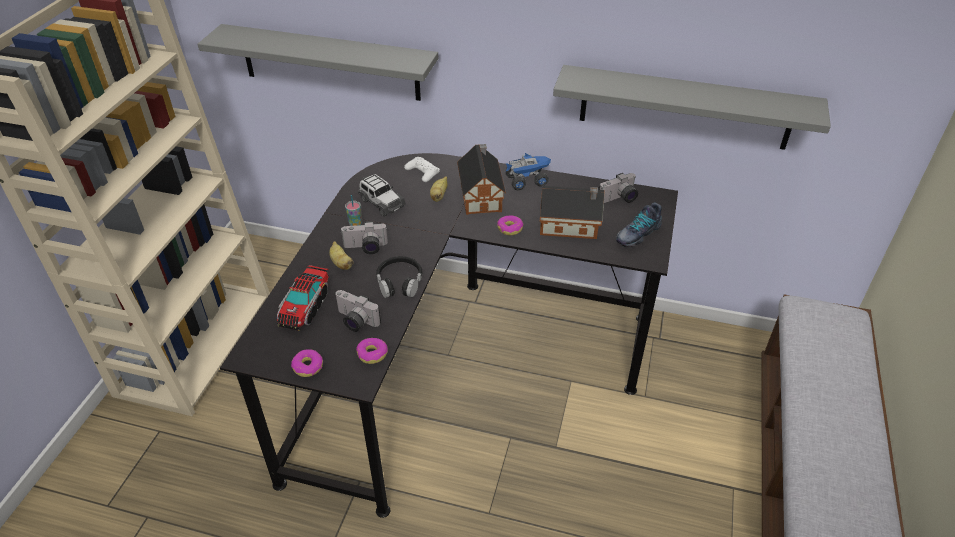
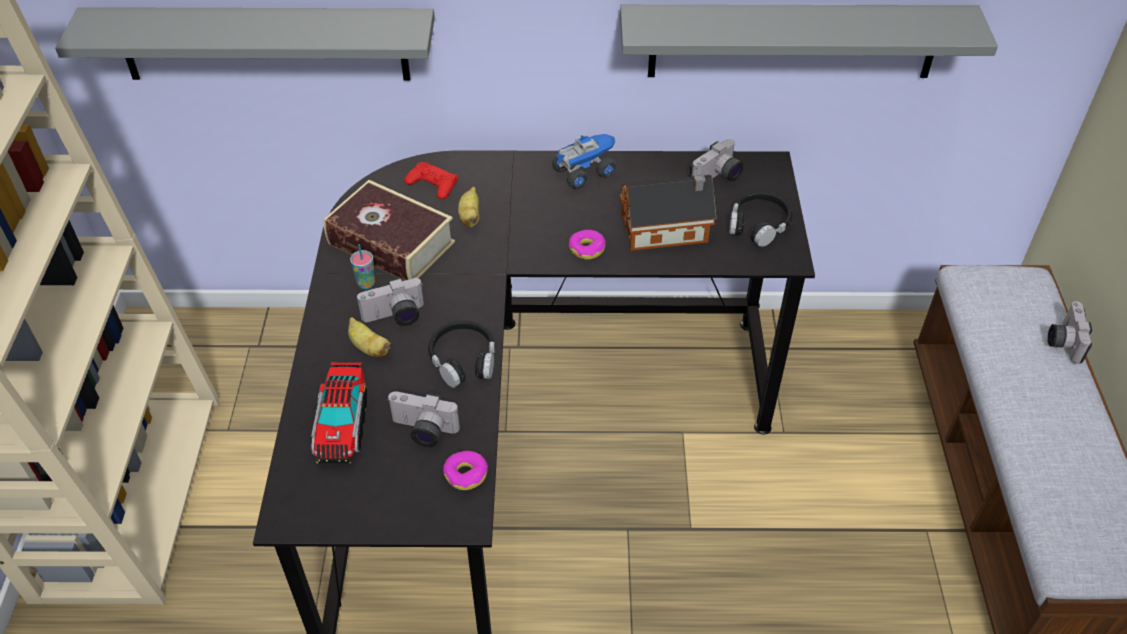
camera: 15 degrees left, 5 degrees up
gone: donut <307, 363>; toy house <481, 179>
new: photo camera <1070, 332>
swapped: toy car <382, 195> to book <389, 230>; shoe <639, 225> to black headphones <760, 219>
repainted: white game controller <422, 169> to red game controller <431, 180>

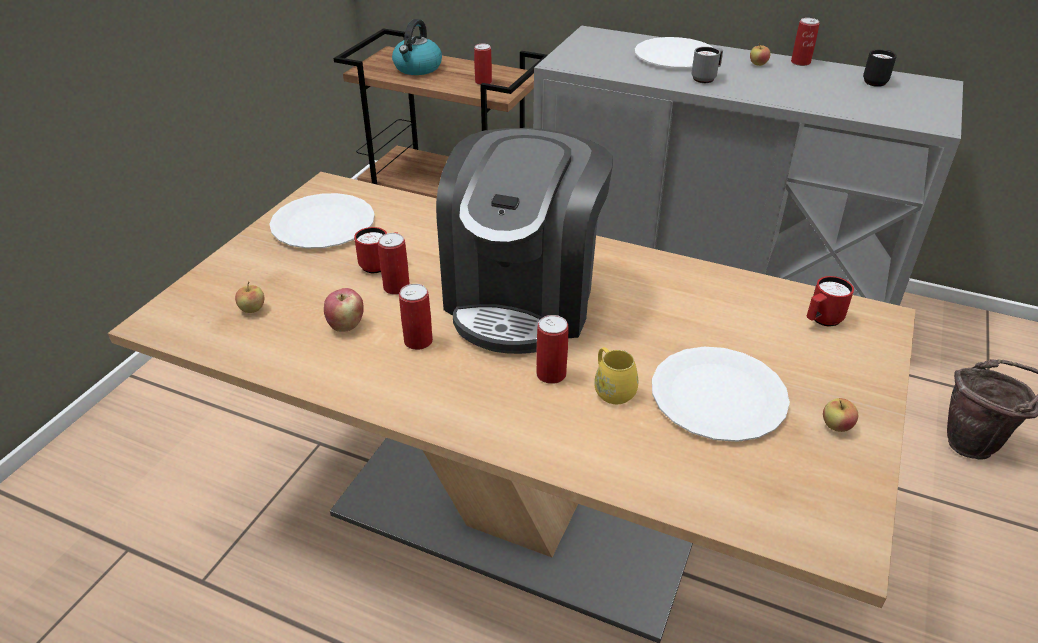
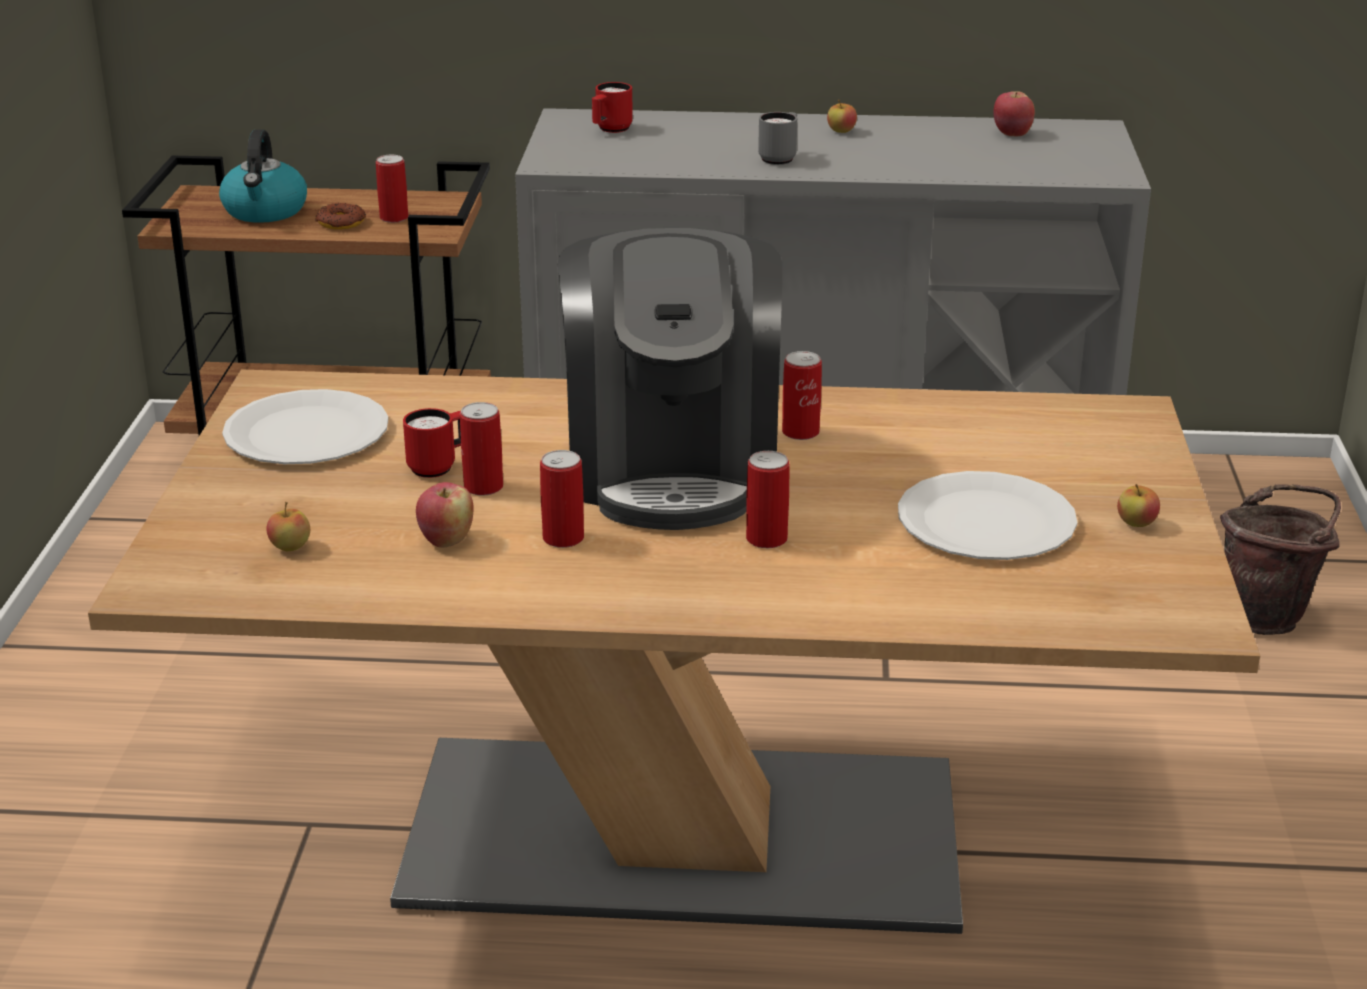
camera: 20 degrees left, 10 degrees down
gone: yellow mug <616, 375>; white plate <673, 52>
new: donut <340, 216>
shifted: red mug <830, 301> to <612, 107>; can <805, 42> to <802, 395>
swapped: black mug <880, 68> to apple <1014, 113>

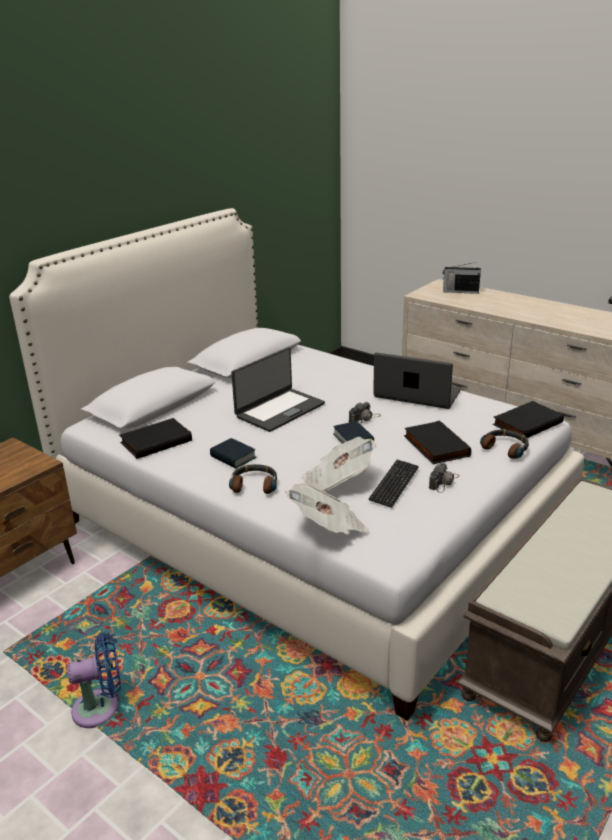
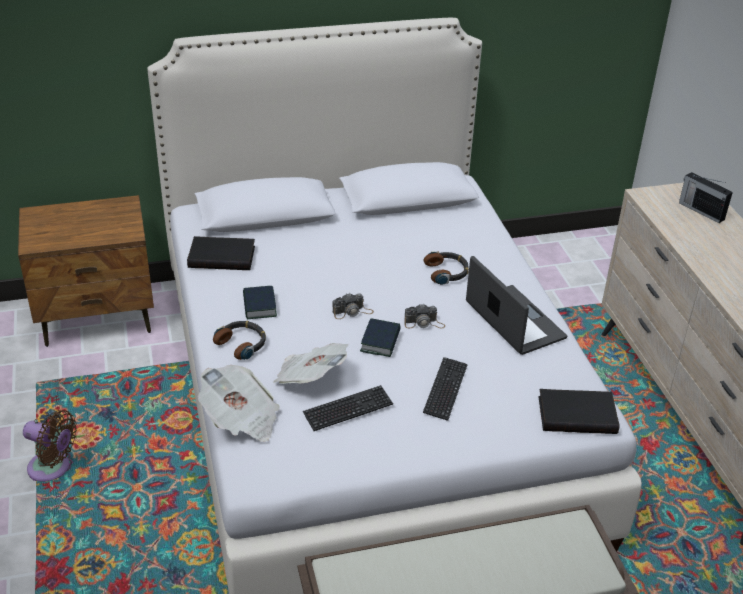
camera: 35 degrees right, 10 degrees up
gone: laptop <278, 389>
shifted: photo camera <444, 477> to <353, 306>; headphones <504, 444> to <446, 268>
swapped: black book <437, 442> to keyboard <445, 389>
repainted: blue fan <94, 680> to brown fan <50, 445>

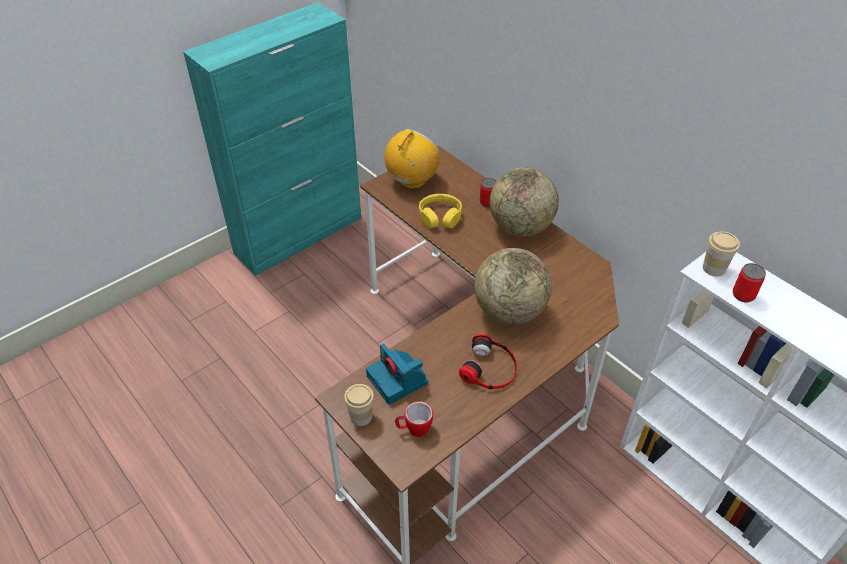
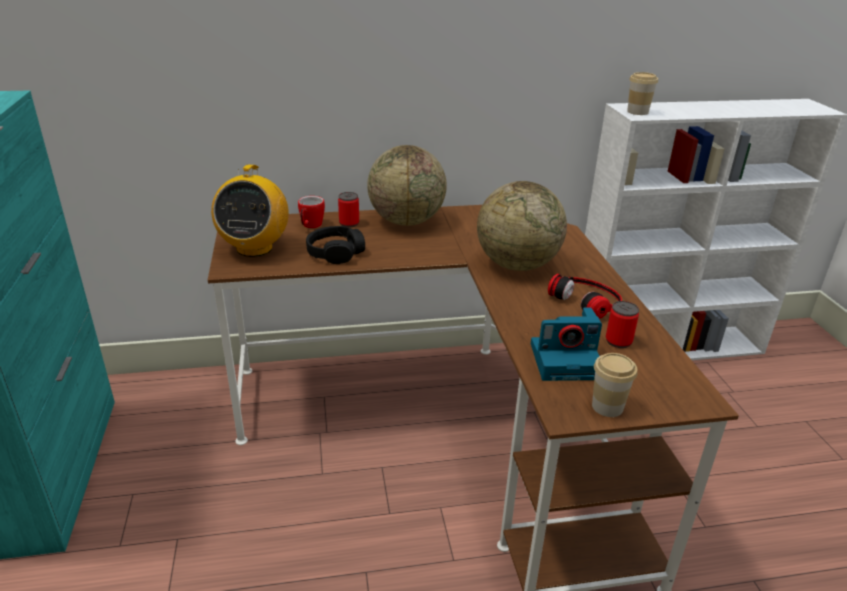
camera: 60 degrees left, 15 degrees down
shifted: mug <414, 419> to <311, 212>; can <749, 282> to <622, 324>
repainted: yellow headphones <440, 211> to black headphones <335, 245>
rotated: radio <412, 159> = <250, 211> 150 degrees counterclockwise

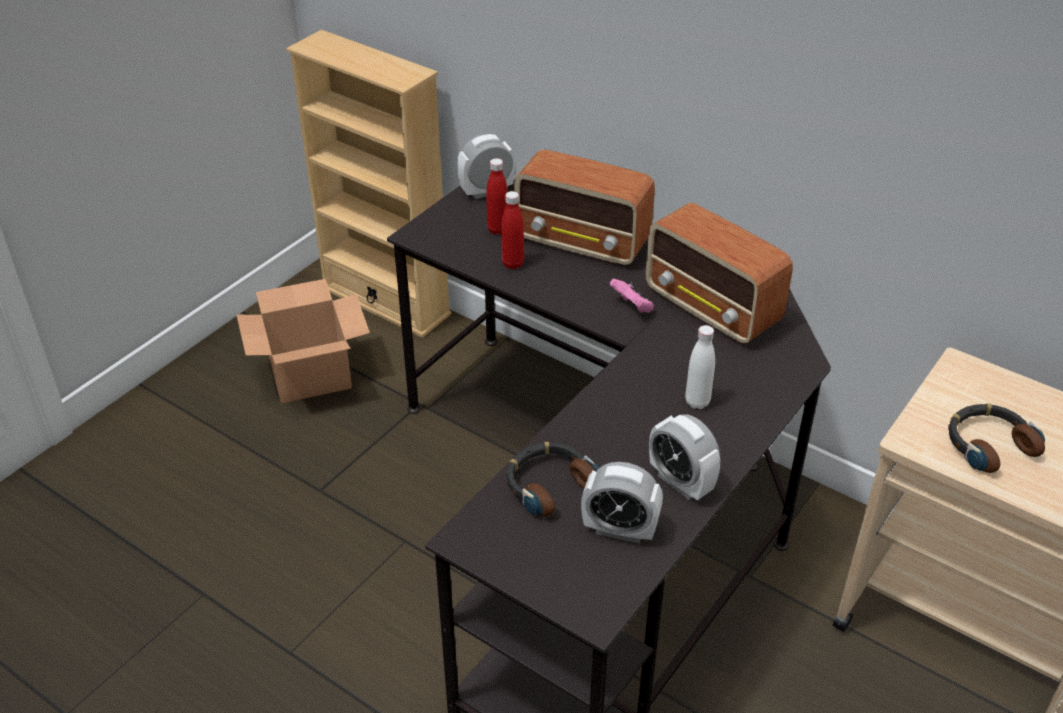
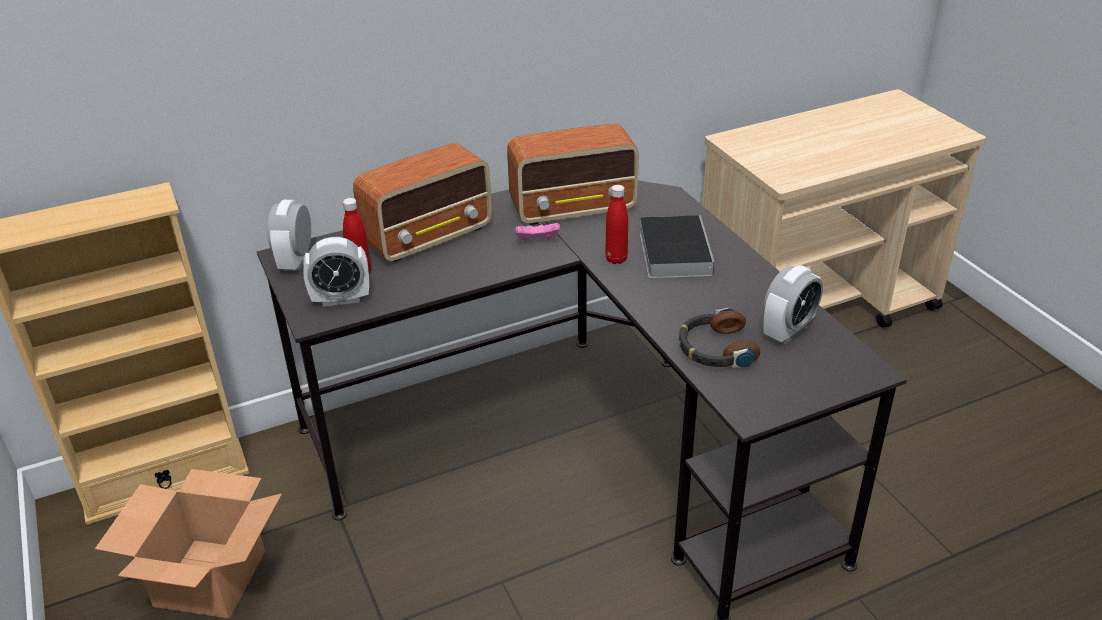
camera: 60 degrees left, 5 degrees down
gone: headphones <996, 438>
shifted: alarm clock <684, 457> to <336, 272>; red bottle <512, 230> to <616, 224>
swapped: white bottle <700, 367> to book <677, 246>

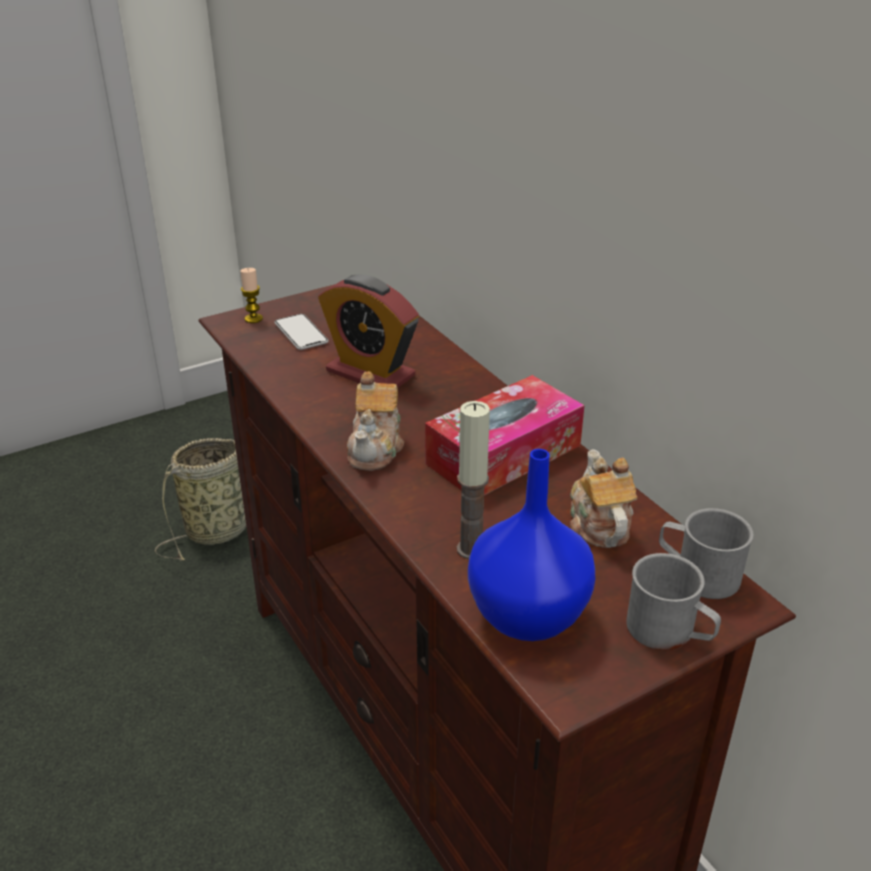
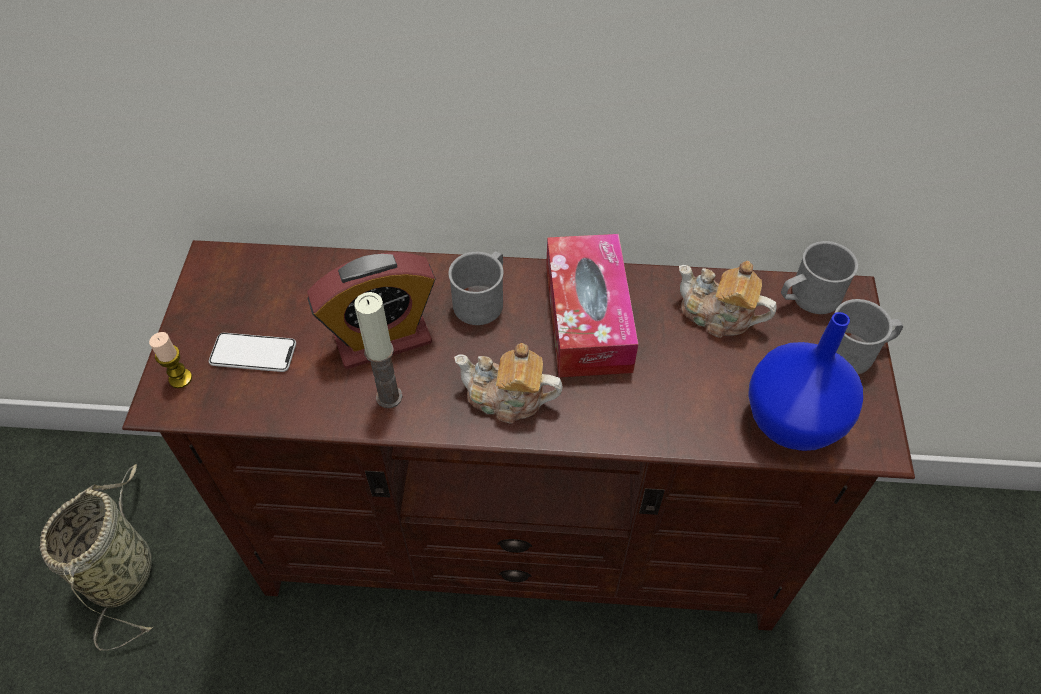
camera: 55 degrees left, 20 degrees up
new: grey mug <476, 288>
shifted: candle <473, 480> to <378, 350>
rotated: teapot <375, 421> = <508, 383> 150 degrees clockwise

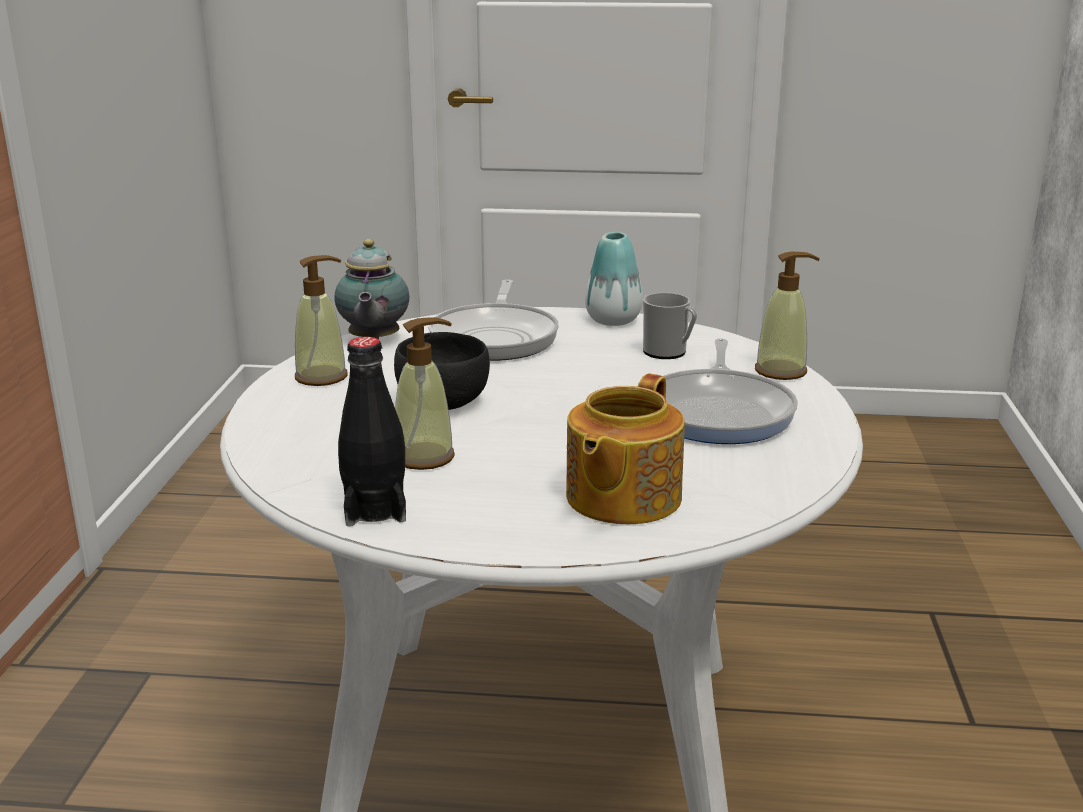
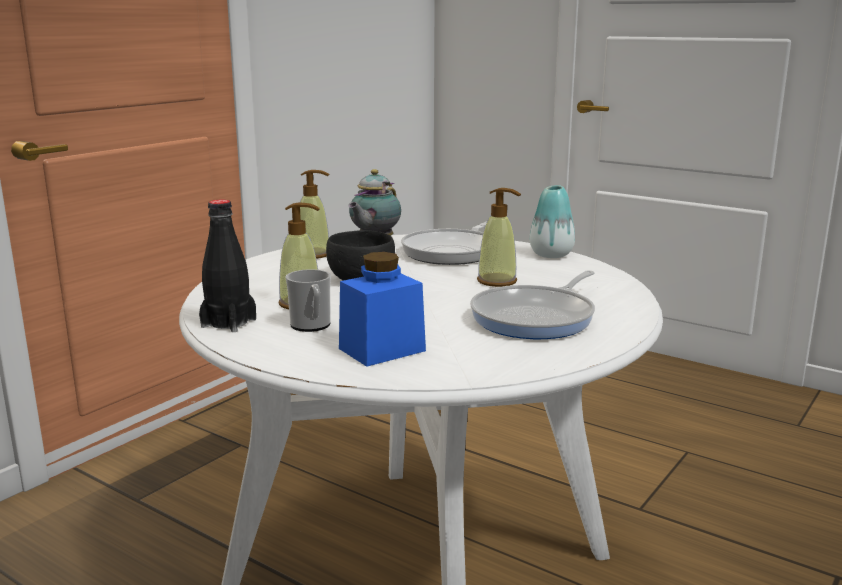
camera: 30 degrees right, 5 degrees down
shifted: mug <670, 326> to <308, 300>; soap dispenser <787, 316> to <499, 237>
swapped: teapot <625, 448> to blue jar <382, 309>

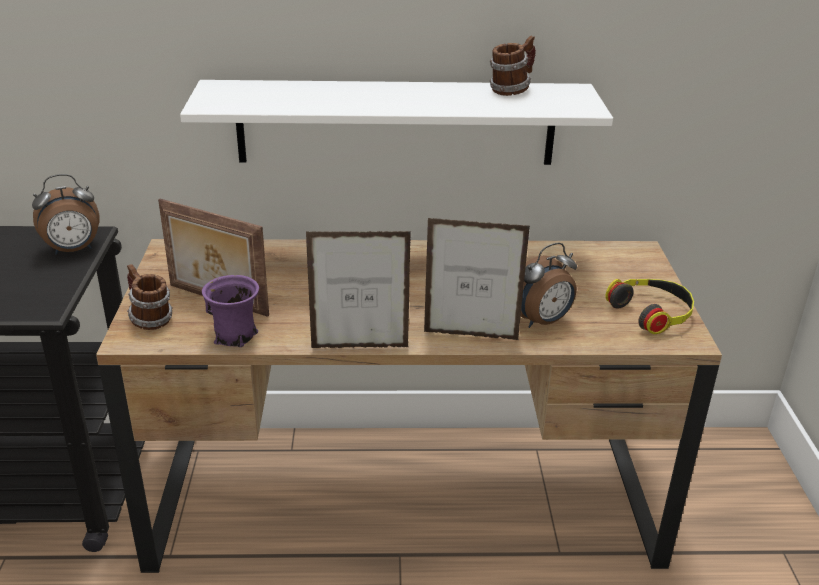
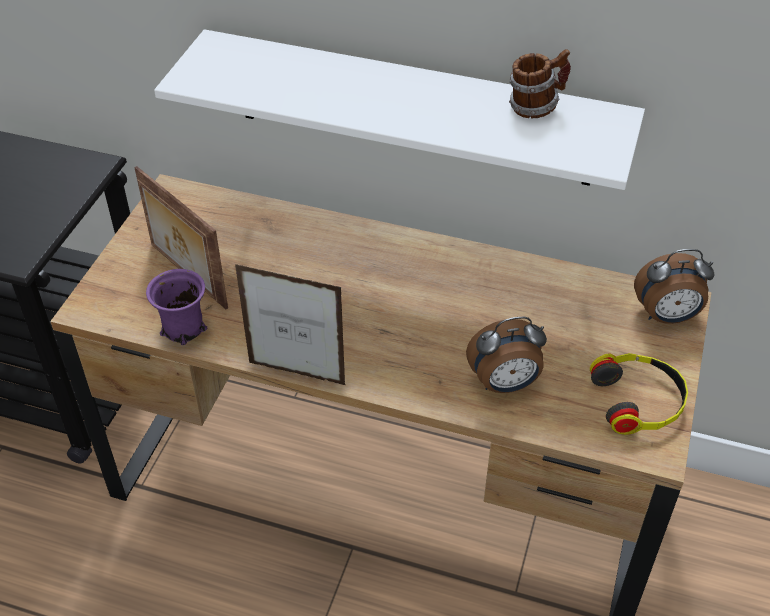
camera: 20 degrees right, 15 degrees up
gone: mug <150, 297>; picture frame <477, 279>
shifted: alarm clock <66, 214> to <674, 286>

